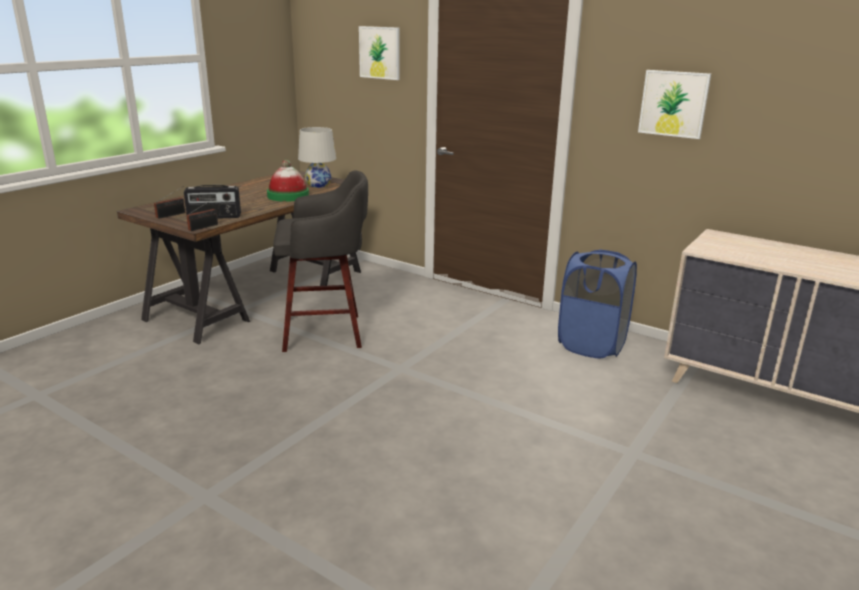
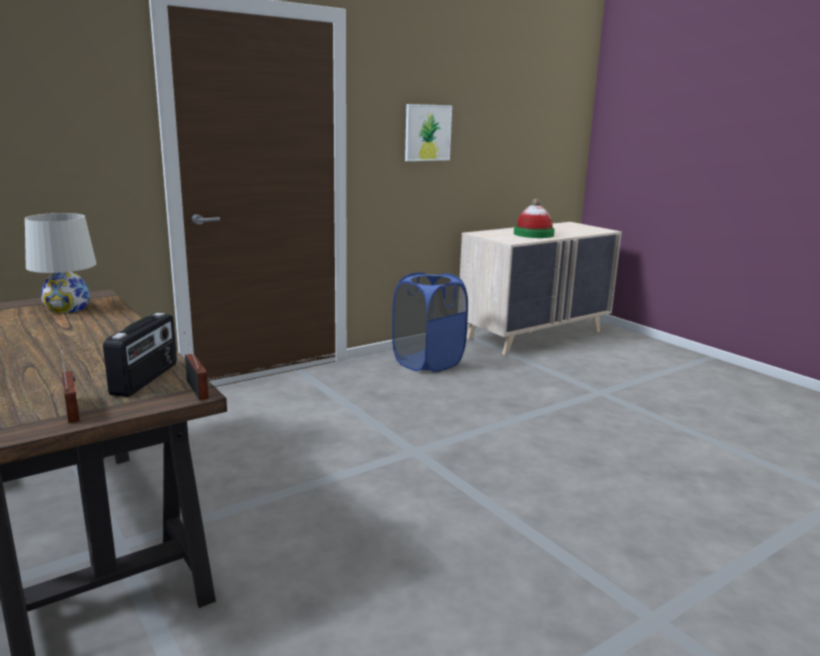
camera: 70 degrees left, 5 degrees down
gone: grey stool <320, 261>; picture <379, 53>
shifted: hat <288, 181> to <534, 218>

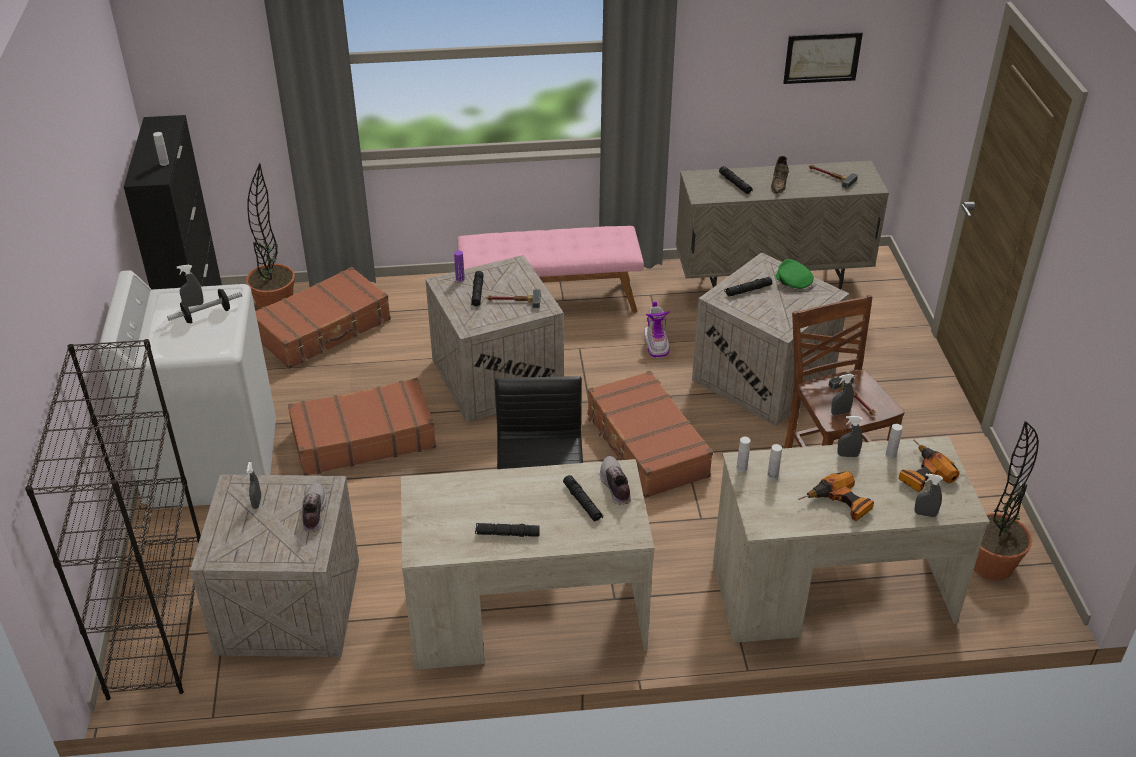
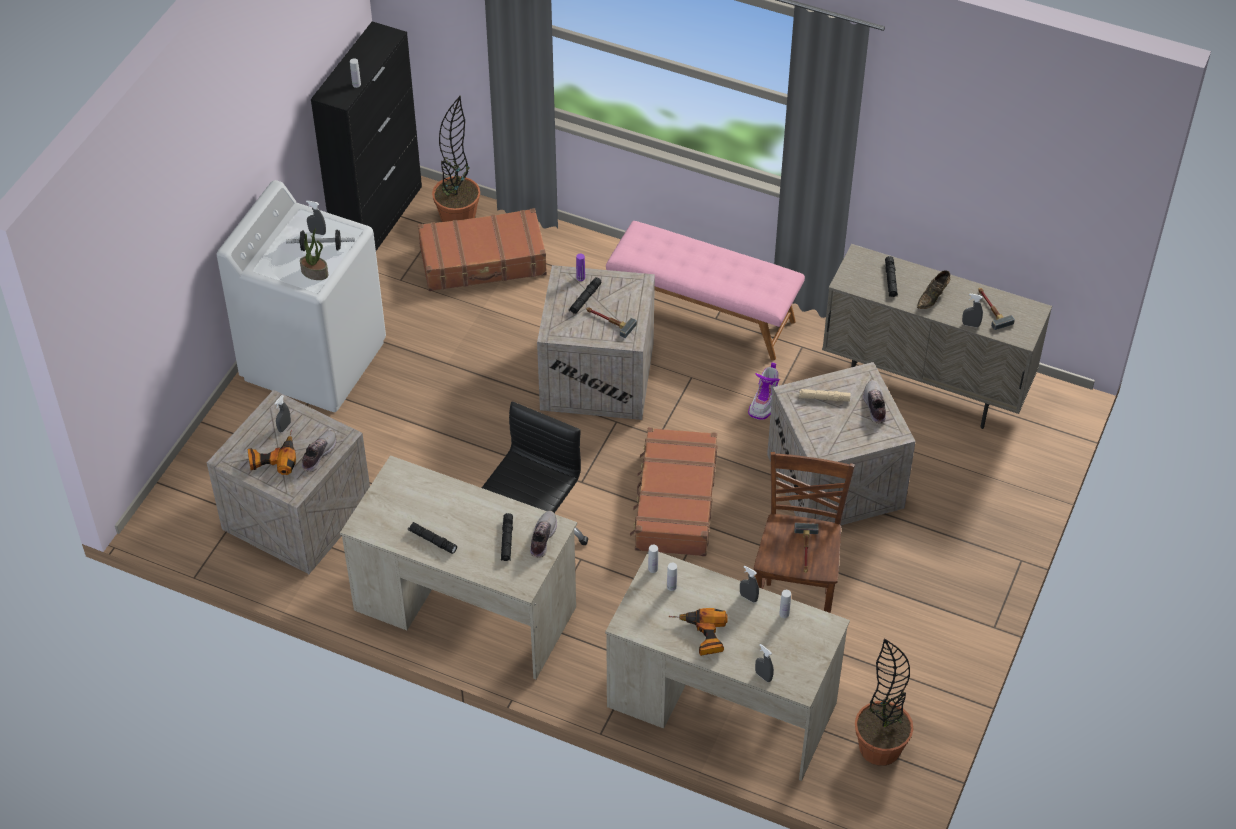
camera: 30 degrees right, 10 degrees up
gone: black bookcase <113, 519>; brown suitcase <362, 426>; picture <823, 58>
new: potted plant <314, 254>
shifted: power drill <929, 465> to <271, 452>; grey spray bottle <842, 394> to <972, 310>
swapped: green cap <794, 274> to shoe <874, 401>
repainted: black flashlight <748, 287> to beige flashlight <825, 395>

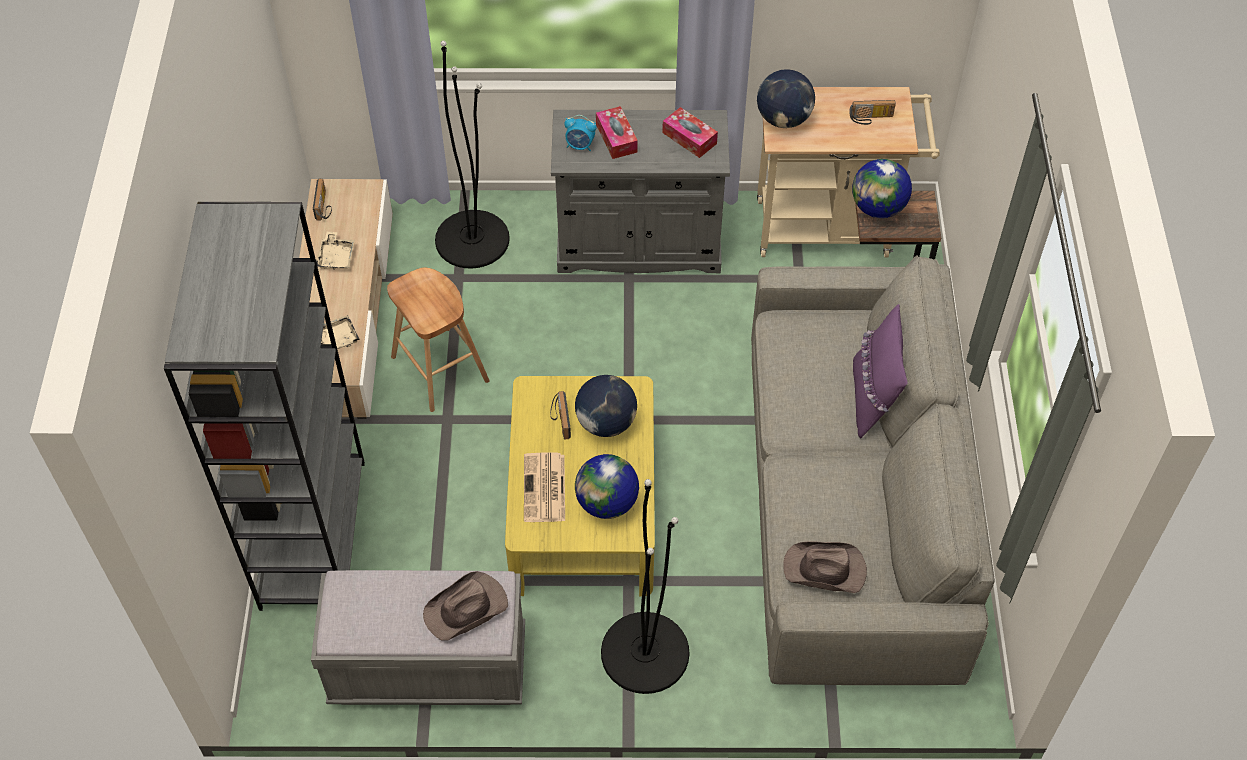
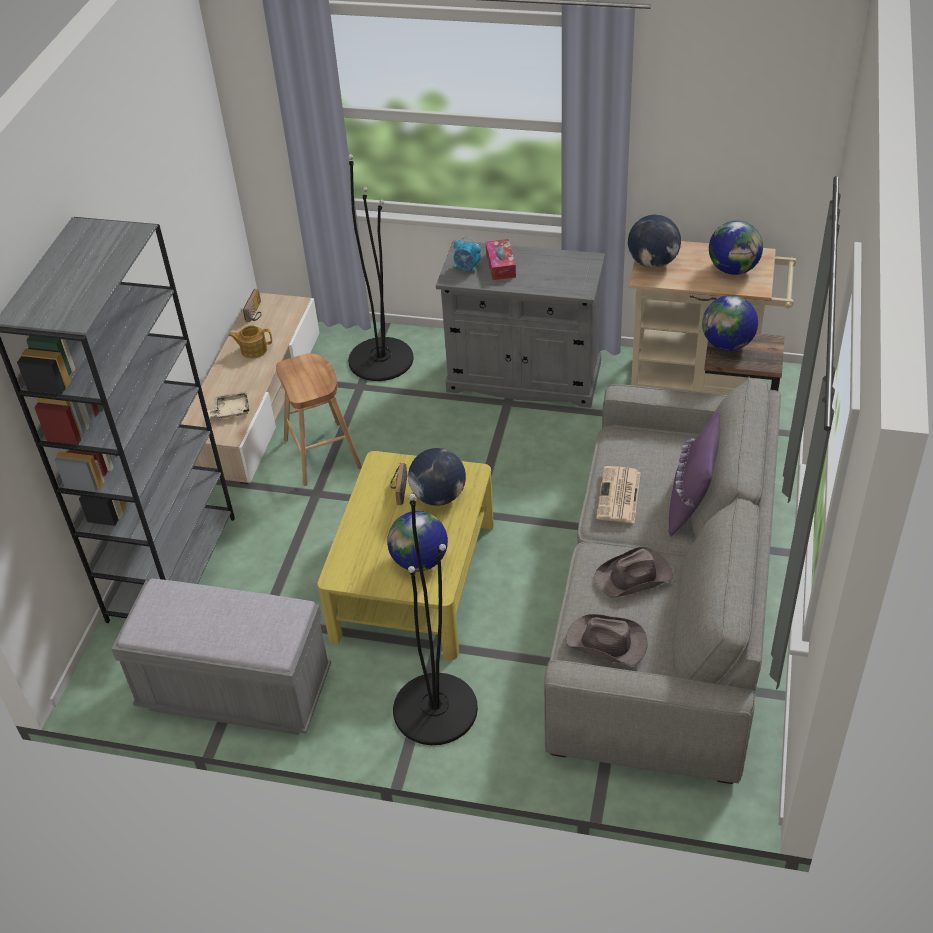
camera: 15 degrees right, 10 degrees down
gone: tissue box <690, 132>
shifted: brown hat <465, 606> to <633, 572>; newspaper <544, 487> to <618, 494>
swapped: beige tray <335, 251> to teapot <250, 342>; radio <872, 112> to globe <736, 248>

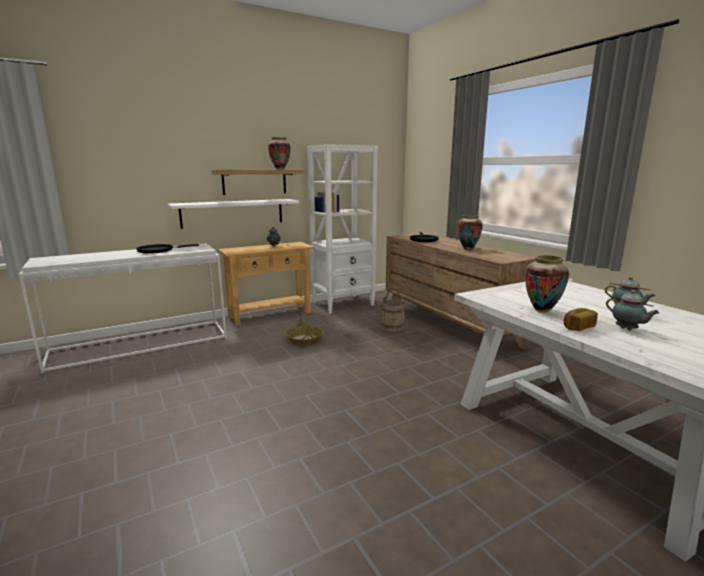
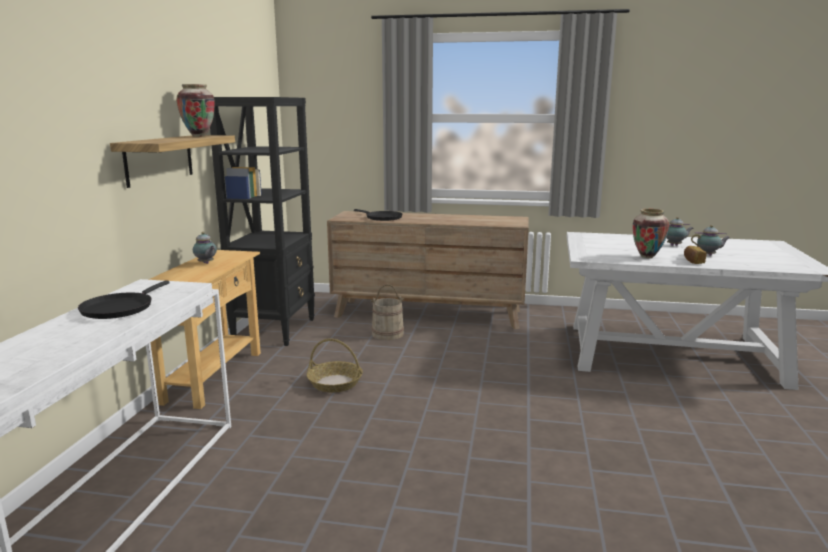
camera: 50 degrees left, 0 degrees up
gone: white shelf <233, 214>; vase <470, 232>
repainted: white bookcase <342, 229> to black bookcase <262, 221>

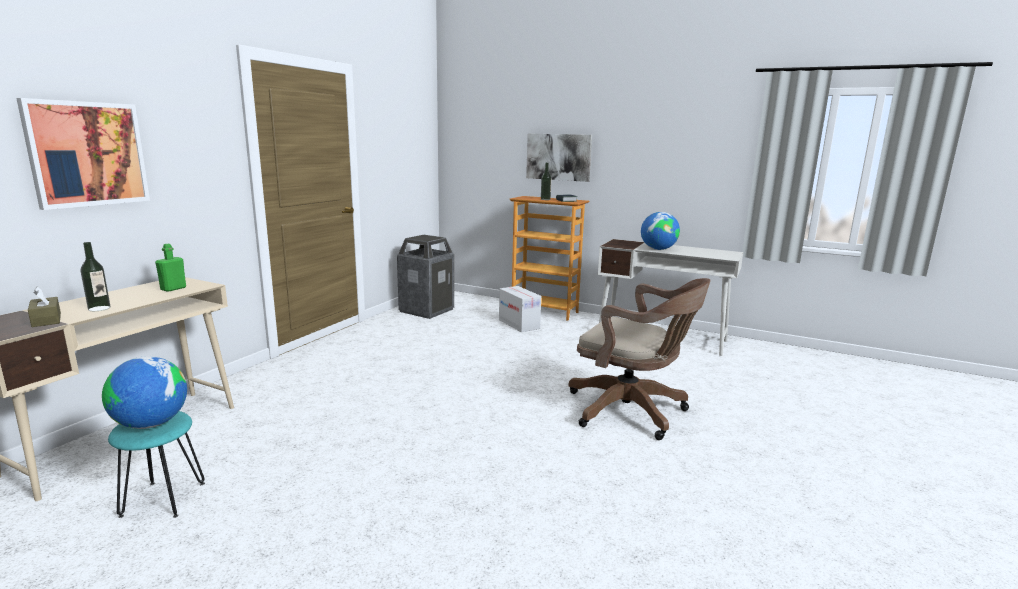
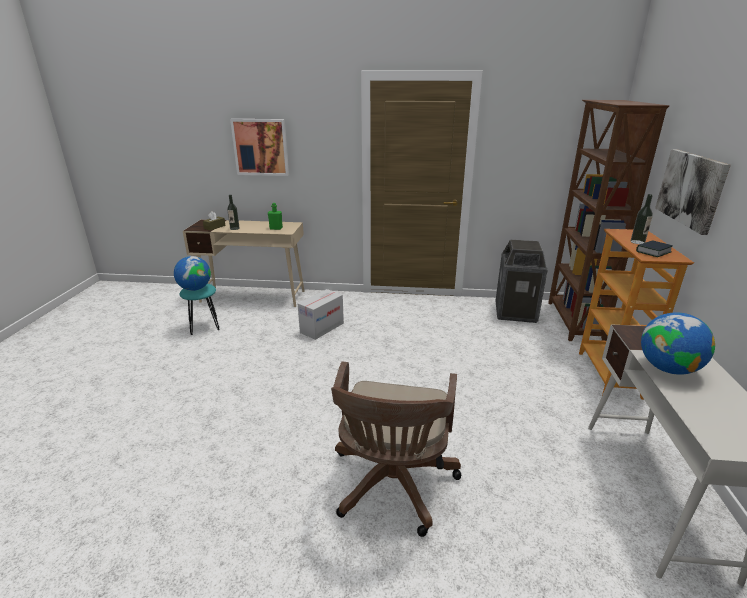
camera: 70 degrees right, 10 degrees up
new: brown bookcase <608, 220>
shifted: cardboard box <520, 309> to <321, 314>

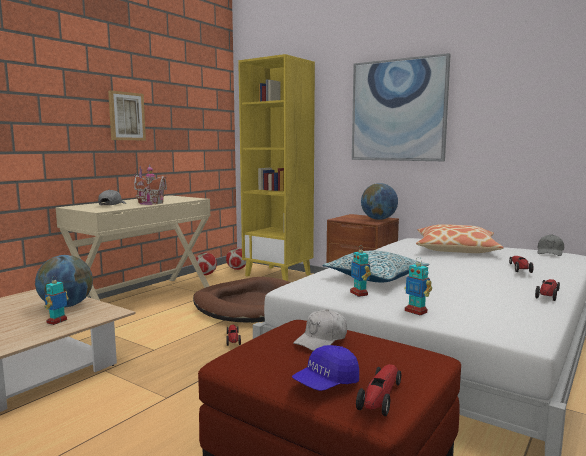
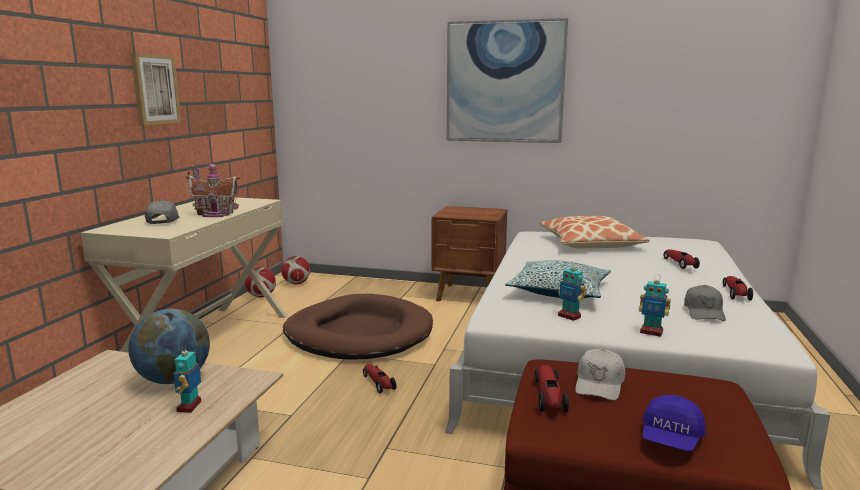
camera: 20 degrees left, 5 degrees up
gone: yellow bookcase <276, 167>; globe <379, 201>
shifted: toy car <378, 390> to <552, 389>; grey cap <550, 245> to <705, 303>

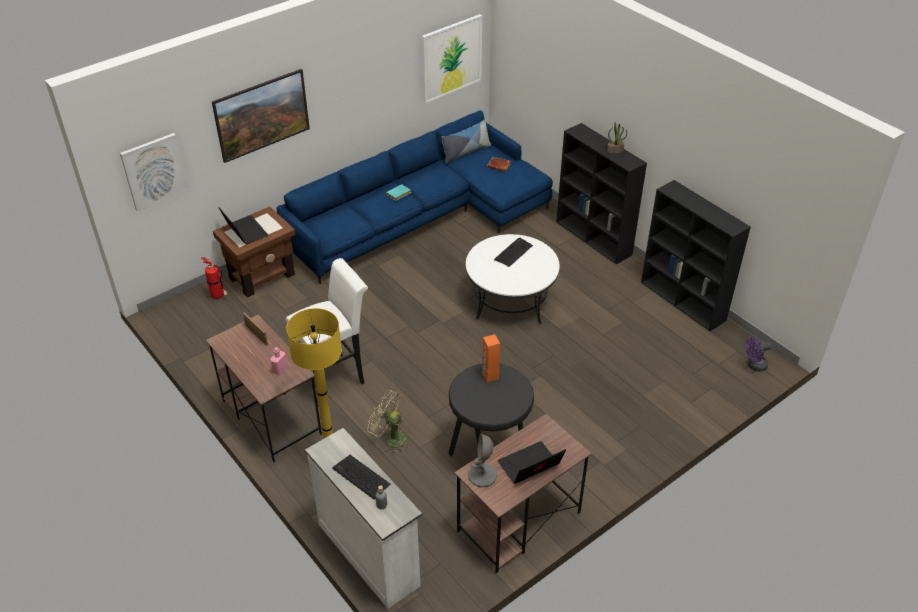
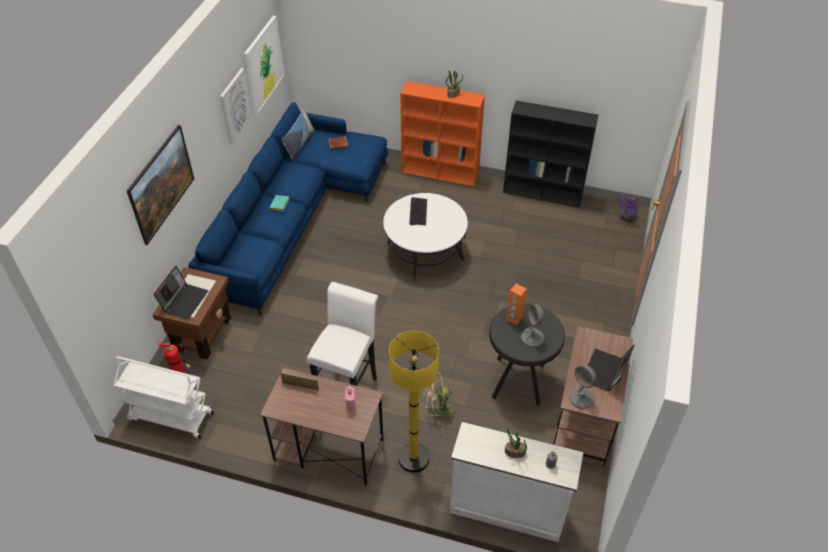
camera: 35 degrees left, 5 degrees up
new: white cart <164, 397>; grey table lamp <533, 325>
shifted: picture <154, 172> to <236, 106>
swapped: keyboard <361, 477> to potted plant <516, 443>
repainted: black bookcase <601, 193> to orange bookcase <442, 134>
rotated: laptop <243, 225> = <181, 293> 90 degrees clockwise

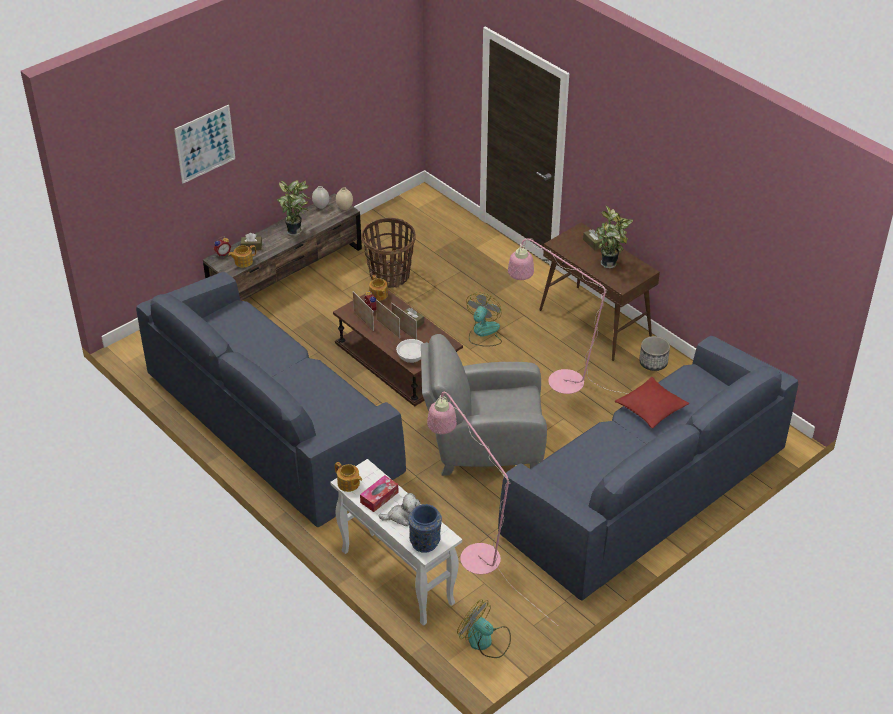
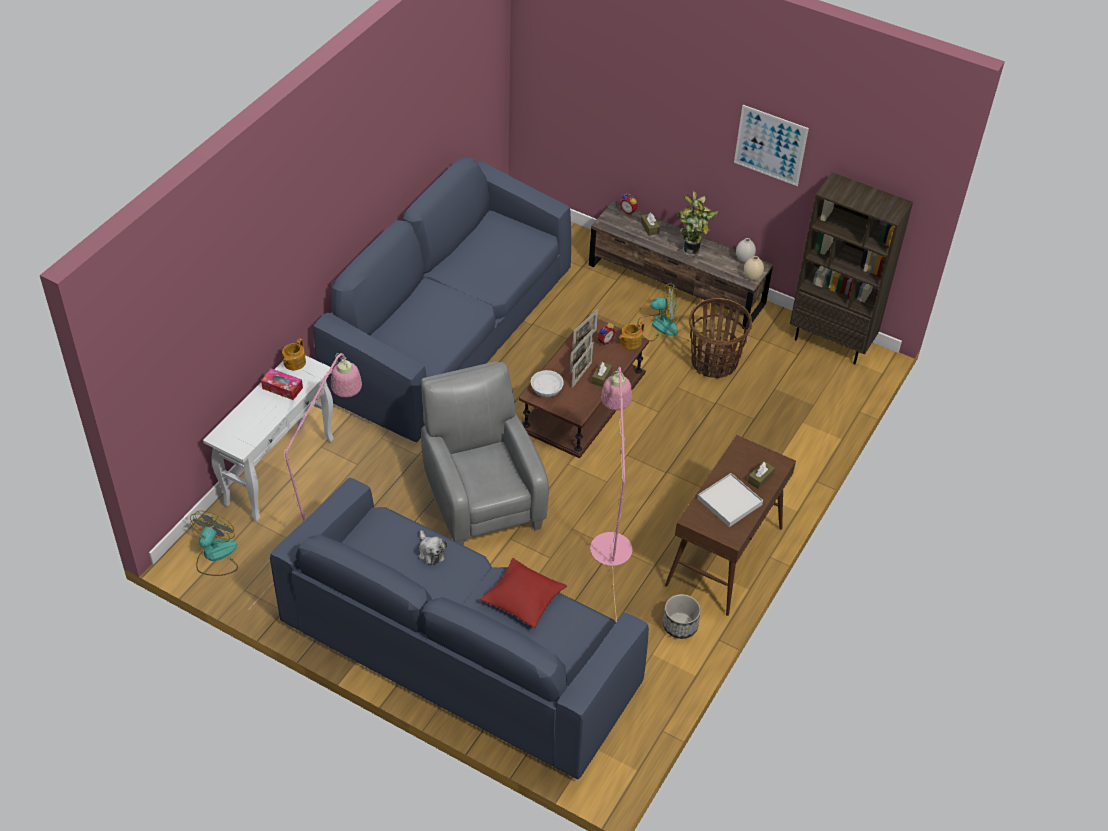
camera: 70 degrees right, 5 degrees up
gone: teapot <242, 256>; blue vase <425, 528>
new: brown bookcase <851, 268>
shifted: plush toy <400, 509> to <433, 547>; fan <484, 319> to <657, 312>; picture <204, 144> to <771, 145>
swapped: potted plant <614, 237> to white tray <730, 500>

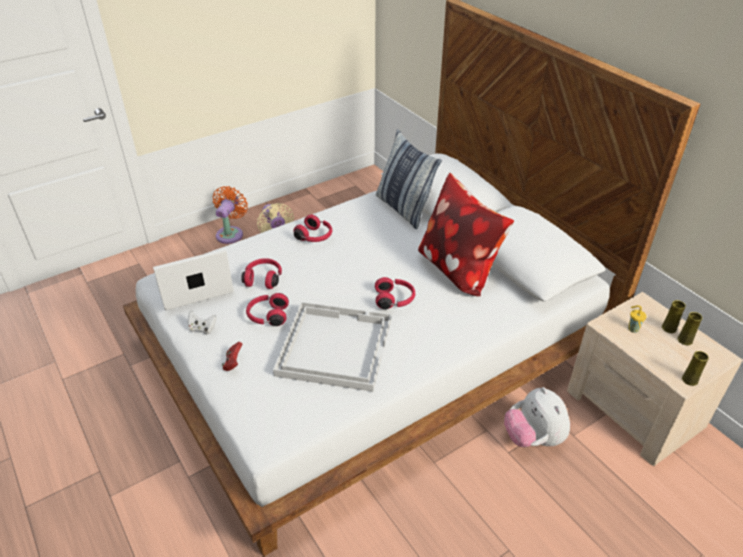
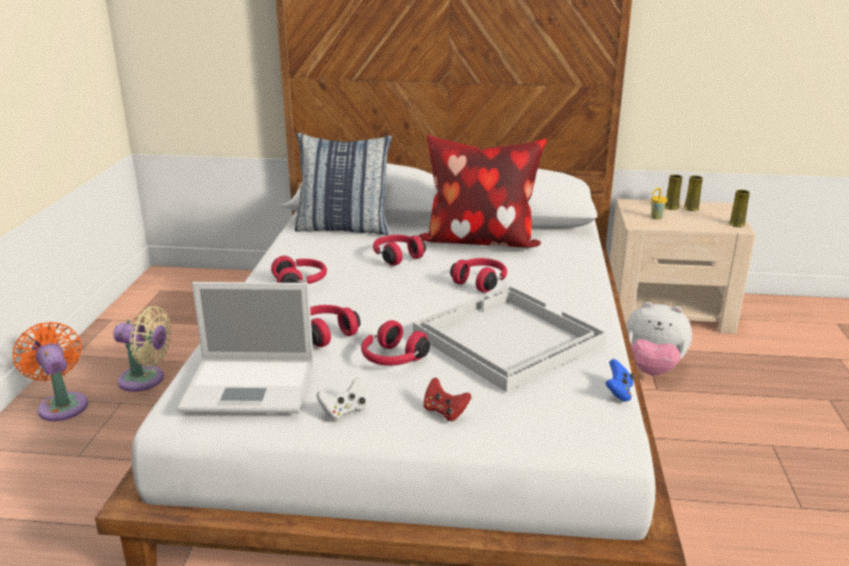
camera: 50 degrees left, 15 degrees down
new: red headphones <399, 250>; blue game controller <620, 380>
rotated: laptop <193, 280> = <245, 347> 105 degrees counterclockwise

